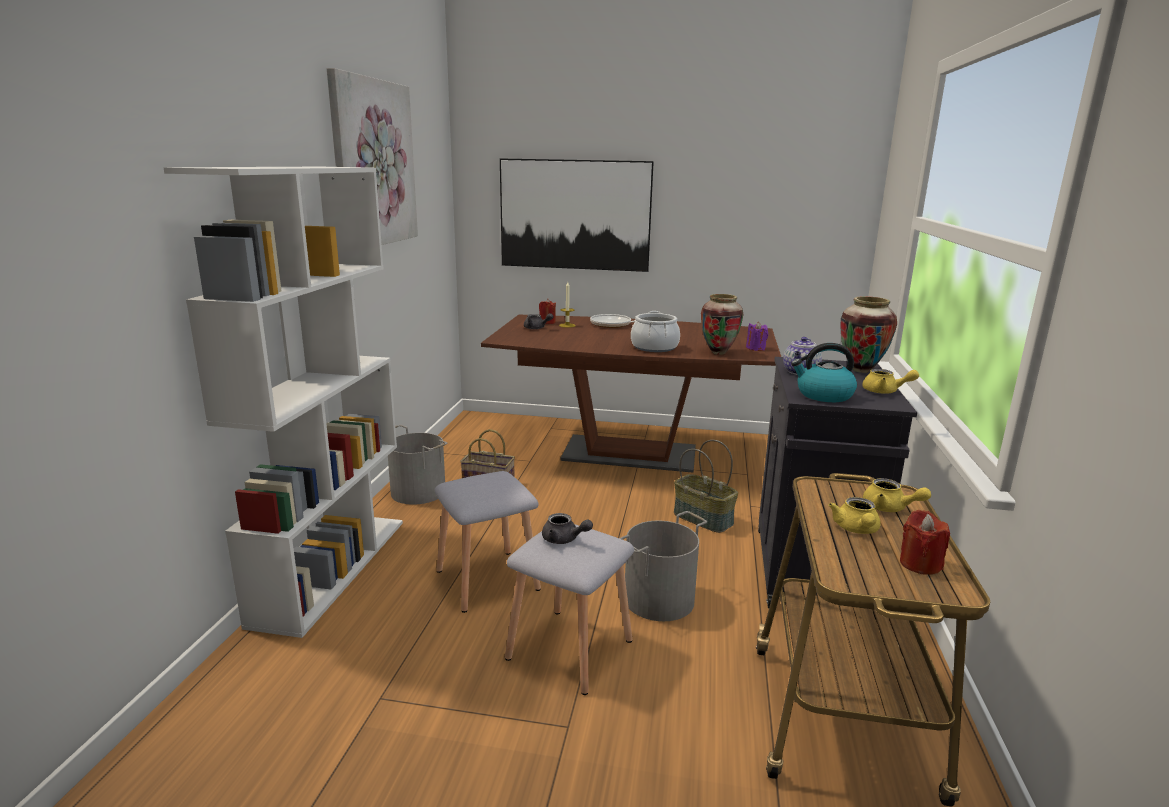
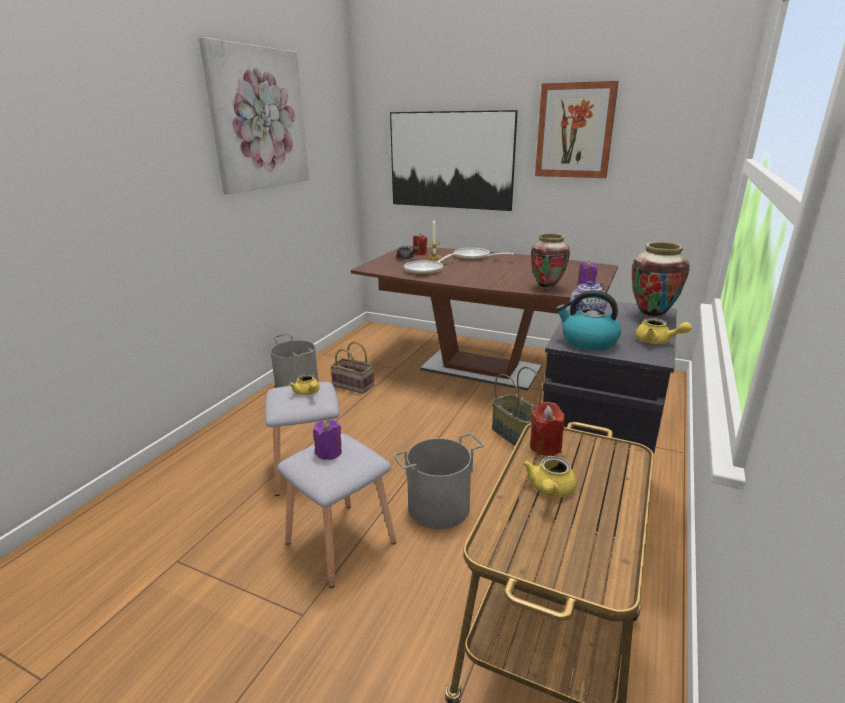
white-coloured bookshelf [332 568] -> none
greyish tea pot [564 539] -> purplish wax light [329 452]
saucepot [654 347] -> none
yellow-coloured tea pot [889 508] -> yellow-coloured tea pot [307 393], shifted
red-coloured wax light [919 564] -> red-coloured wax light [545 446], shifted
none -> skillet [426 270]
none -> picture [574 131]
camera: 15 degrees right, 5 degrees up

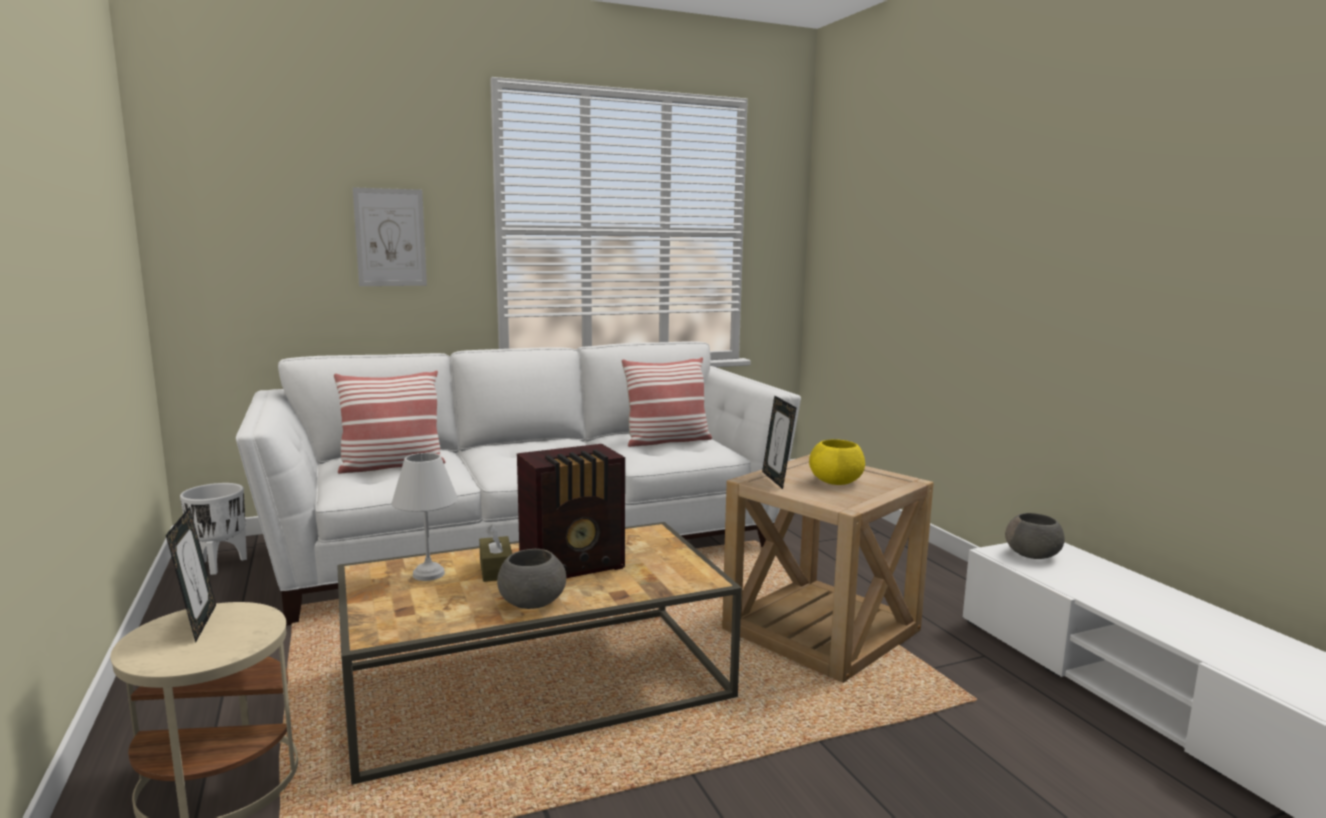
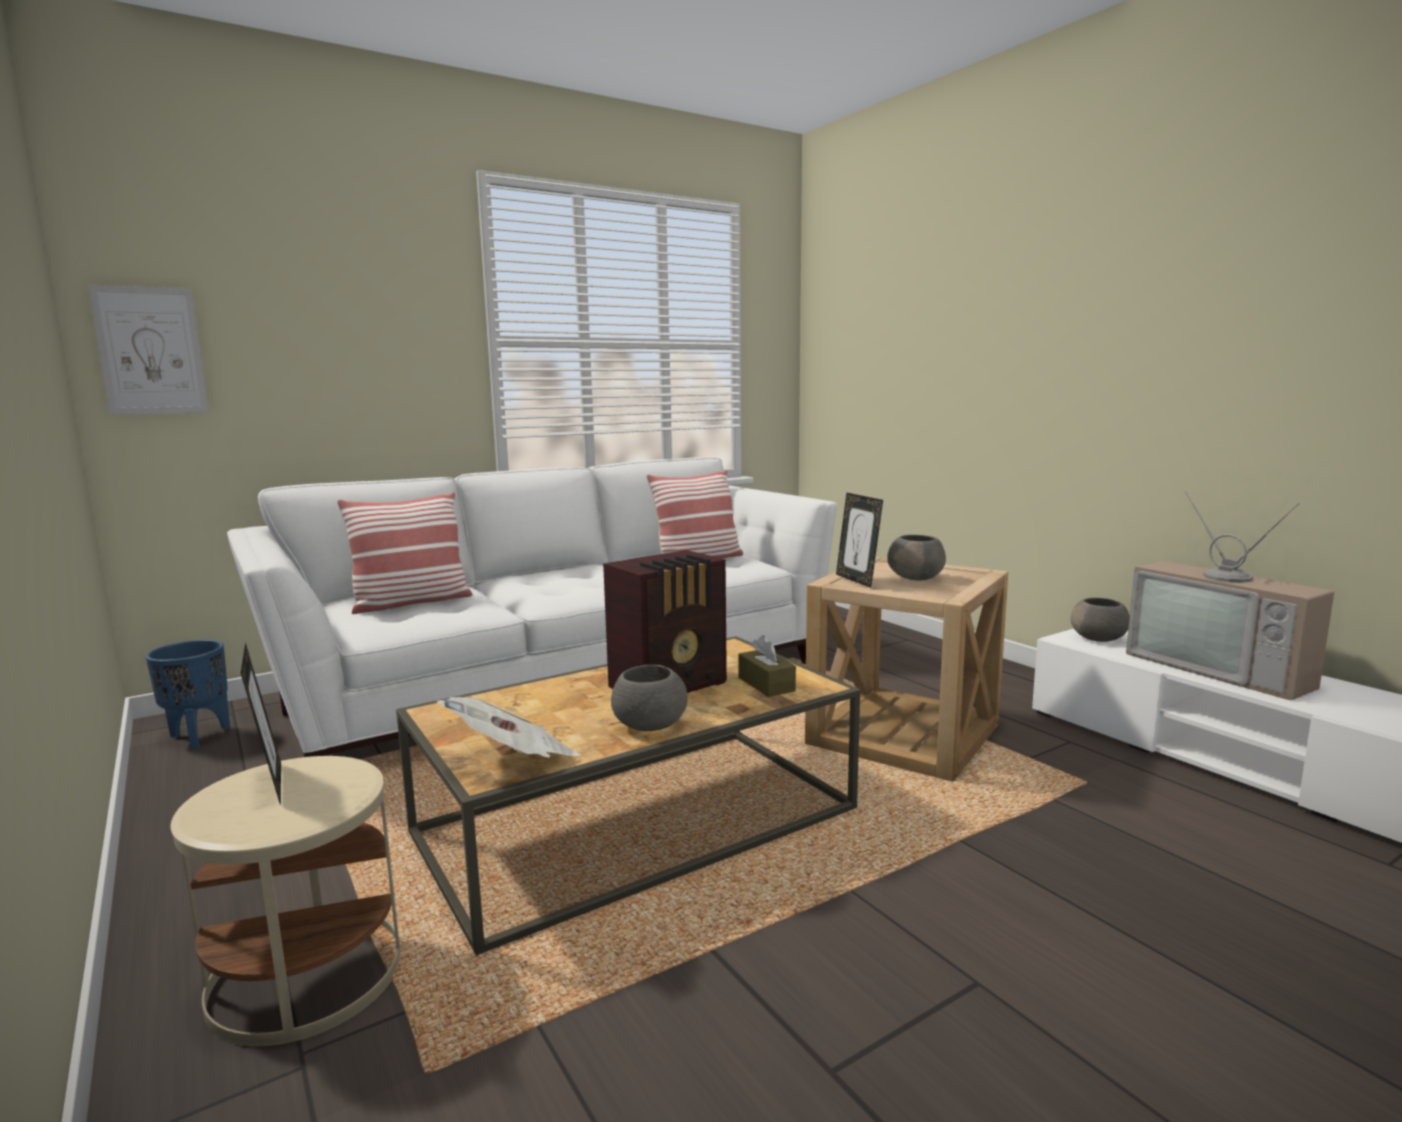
white-coloured planter [220 564] -> blue-coloured planter [198 736]
picture [390 237] -> picture [151 351], shifted
white-coloured table lamp [427 575] -> none
brownish tissue holder [496 569] -> brownish tissue holder [766 684], shifted
yellow-coloured deep dish [836 482] -> greyish deep dish [916 578]
none -> printed paper [513 760]
none -> TV [1223 669]
camera: 10 degrees left, 0 degrees up

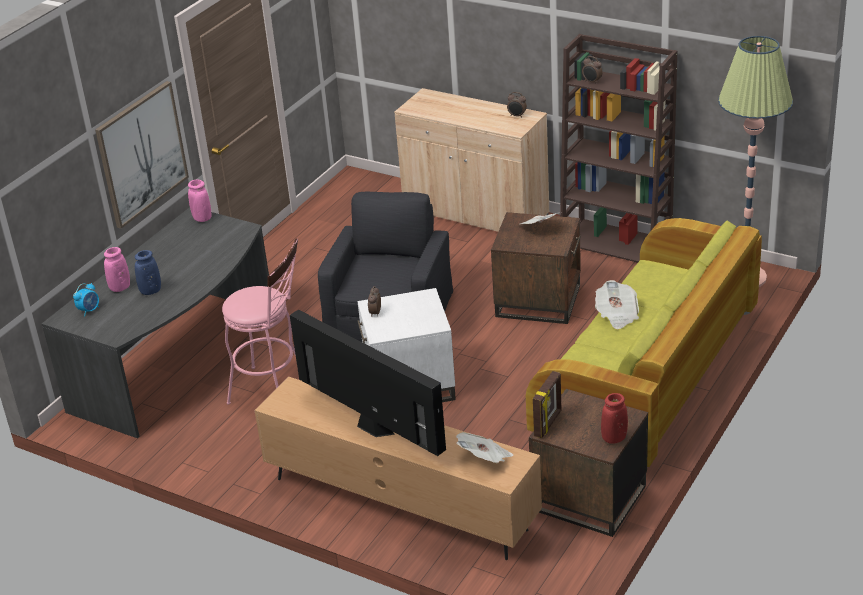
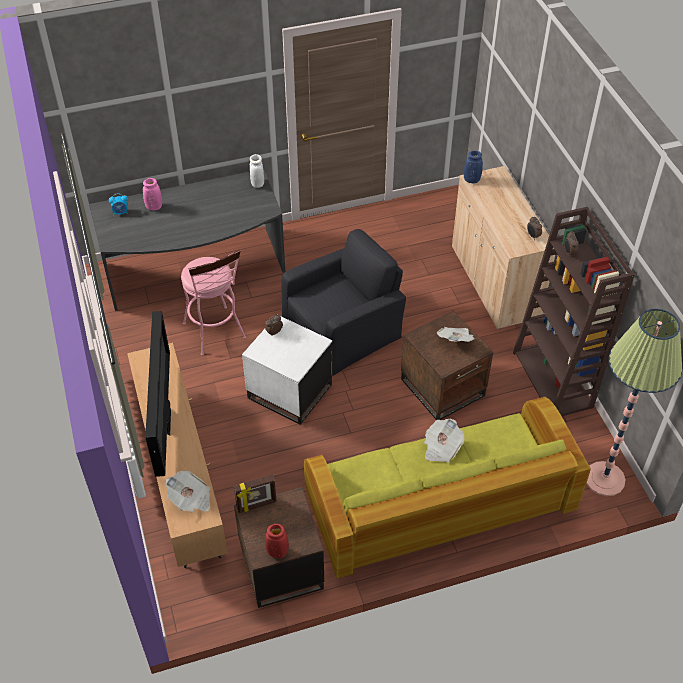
picture [141 153] -> none
blue-coloured vase [150 291] -> blue-coloured vase [471 180], shifted
pink-coloured vase [202 218] -> white-coloured vase [257 184]
camera: 40 degrees right, 15 degrees up

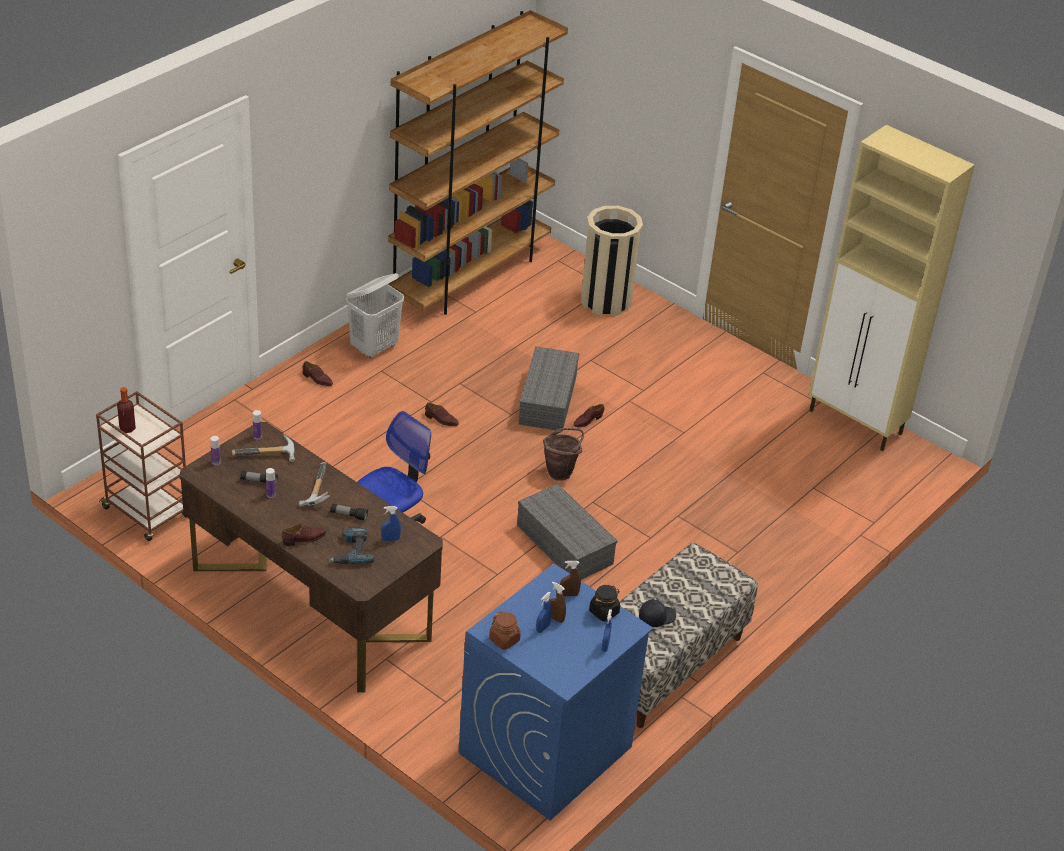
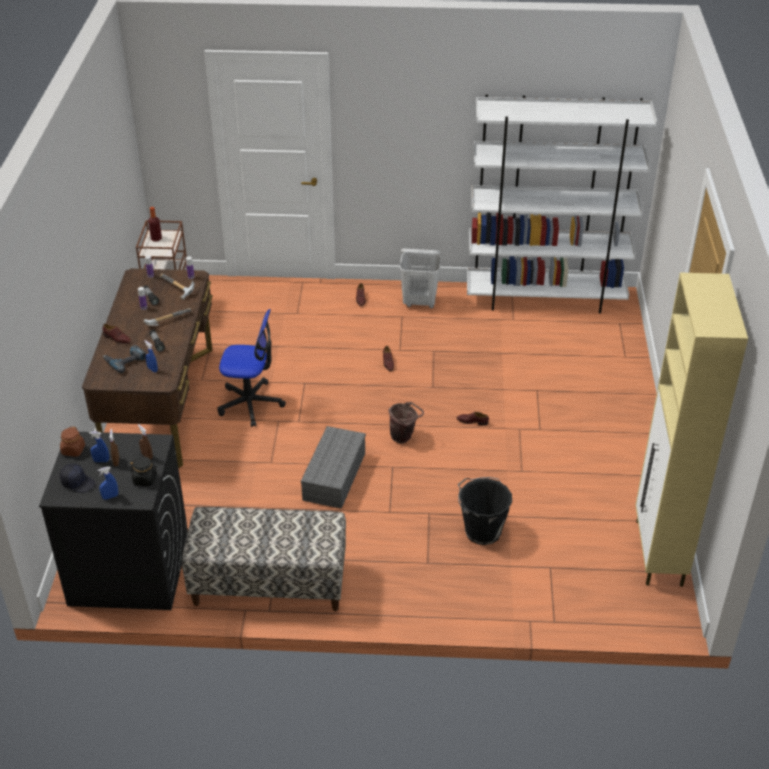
brownish bookshelf [470 276] -> white-coloured bookshelf [545 298]
blue-coloured laundry appliance [545 751] -> black laundry appliance [128 570]
greyish storage box [547 399] -> none
sand-coloured waste bin [606 301] -> none
black cap [656 617] -> black cap [78 483], shifted
none -> black water bucket [481 530]
camera: 55 degrees right, 0 degrees up

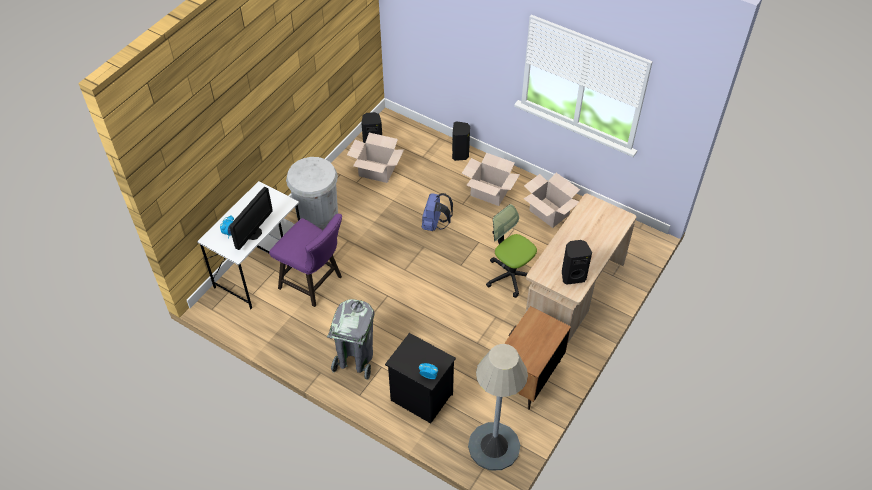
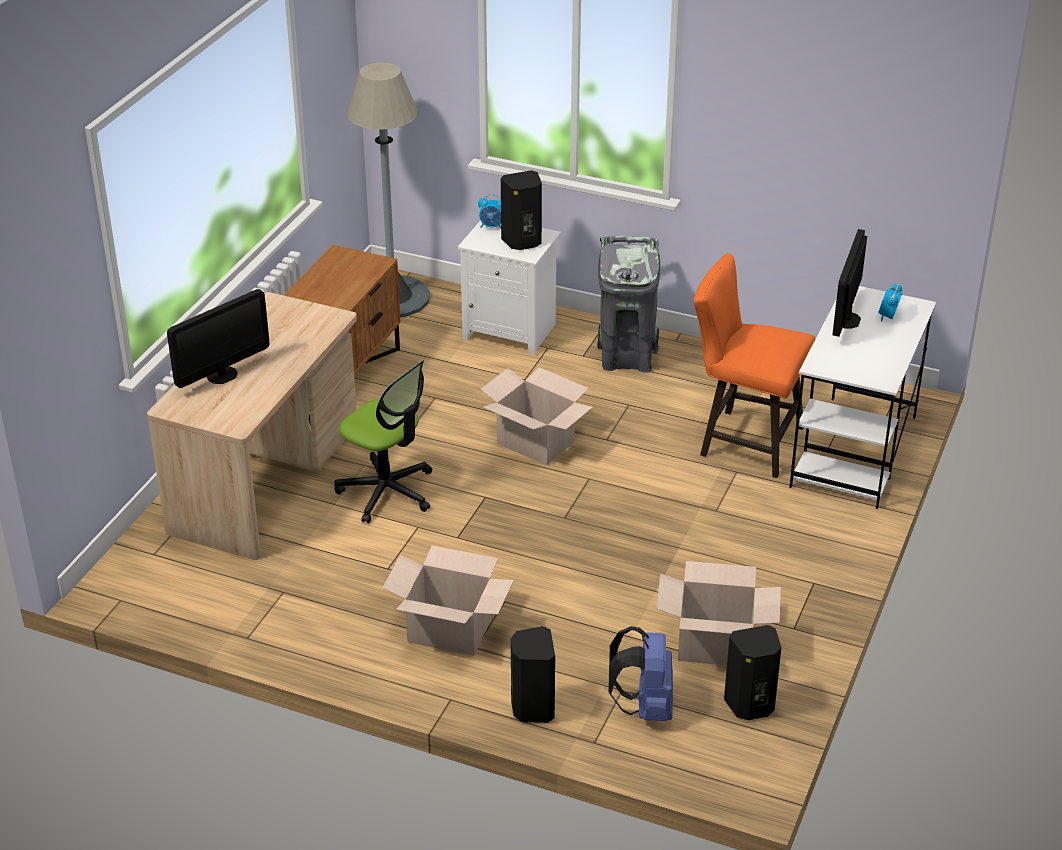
purplish stool [314 284] -> orange-coloured stool [743 440]
white-coloured waste bin [318 218] -> none
black bedside table [420 397] -> white-coloured bedside table [512 331]
blue-coloured backpack [435 224] -> blue-coloured backpack [644 707], shifted
carton [549 212] -> carton [535 443], shifted
black speaker [573 275] -> black speaker [522 242], shifted
none -> computer screen [222 375]
camera: 170 degrees right, 15 degrees down

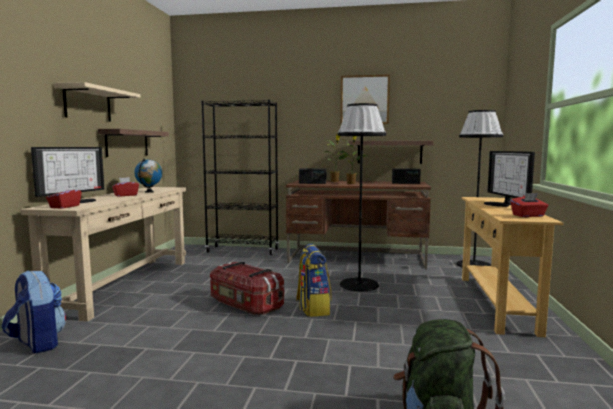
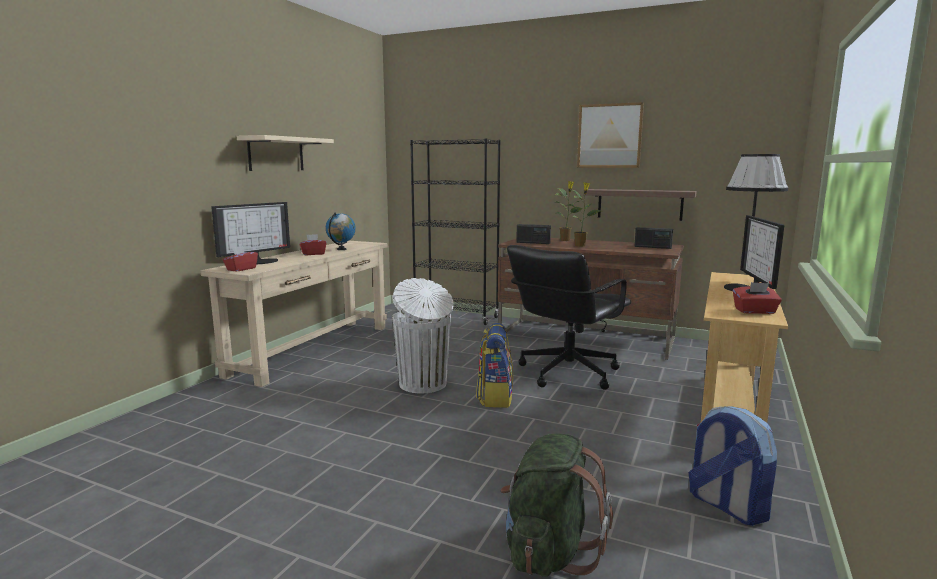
backpack [37 343] -> backpack [726 505], shifted
shelf [127 143] -> none
storage box [245 304] -> white-coloured waste bin [423 384]
black standing lamp [359 285] -> black office chair [567 373]
camera: 15 degrees right, 5 degrees up

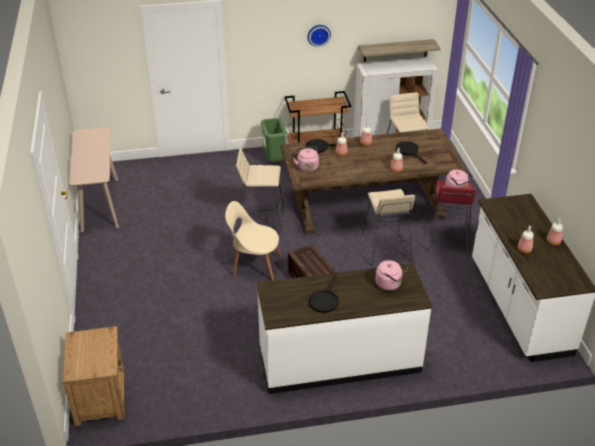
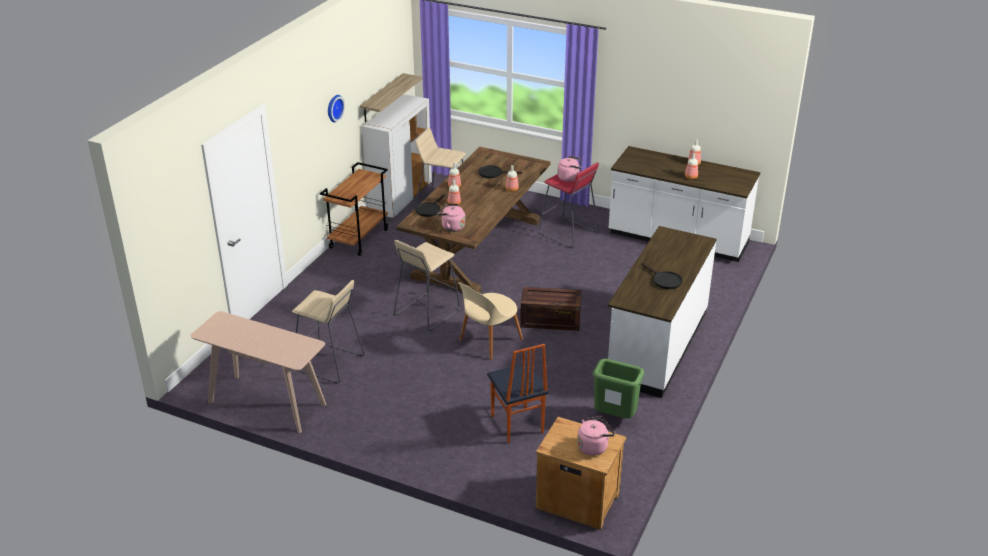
green-coloured waste bin [274 161] -> green-coloured waste bin [615 417], shifted
sand-coloured stool [385 250] -> sand-coloured stool [330 363], shifted
pink-coloured kettle [390 284] -> pink-coloured kettle [594 446], shifted
none -> chair [516 424]
camera: 55 degrees left, 5 degrees down

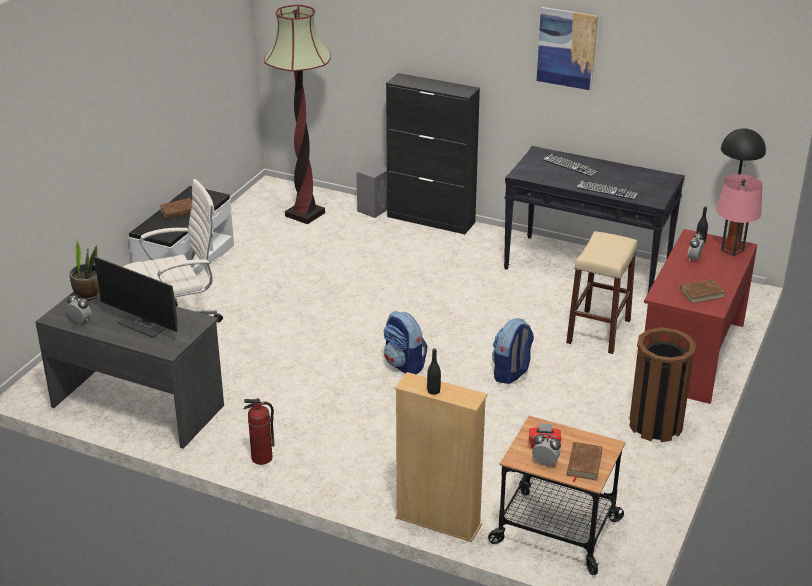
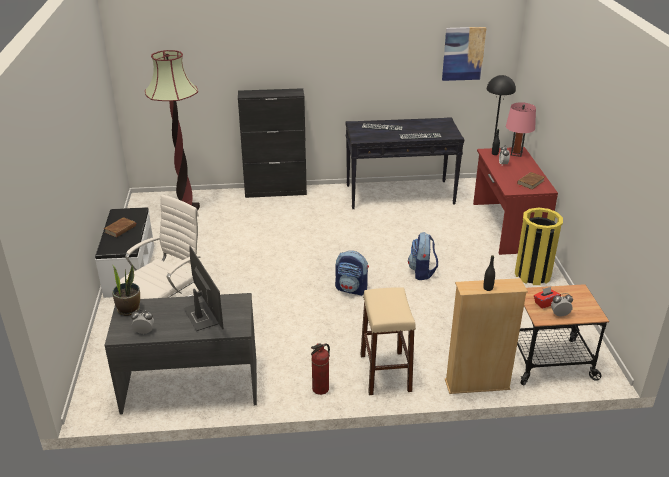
computer screen [147 324] -> computer screen [201 316], 120 degrees counterclockwise
greyish speaker [374 209] -> none
picture [567 48] -> picture [463 53], shifted
sand-coloured stool [598 331] -> sand-coloured stool [385 372], shifted
brownish volume [584 464] -> none
brownish waste bin [655 425] -> yellow-coloured waste bin [532 275]
camera: 30 degrees left, 0 degrees up

